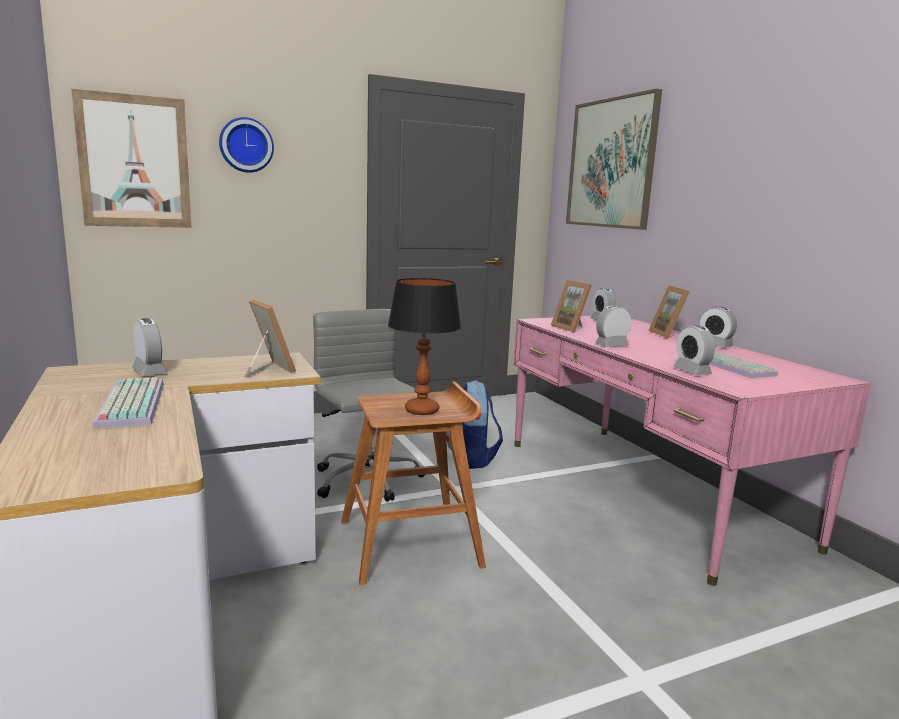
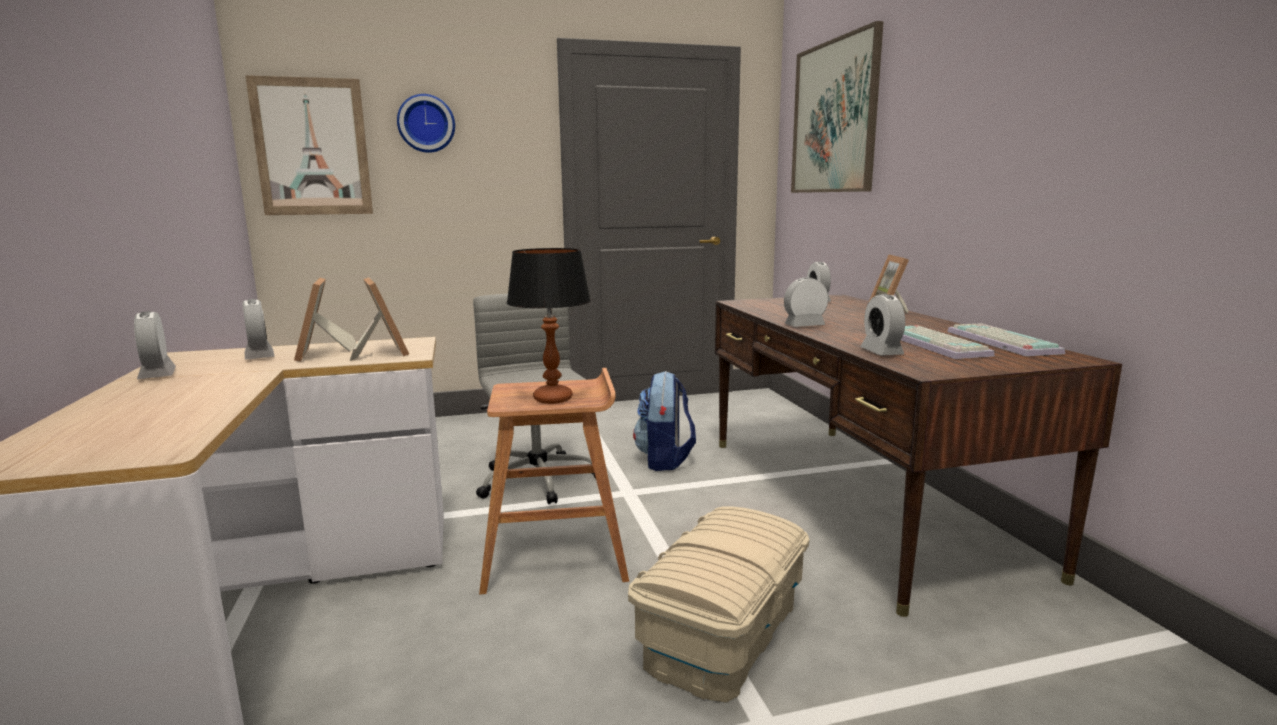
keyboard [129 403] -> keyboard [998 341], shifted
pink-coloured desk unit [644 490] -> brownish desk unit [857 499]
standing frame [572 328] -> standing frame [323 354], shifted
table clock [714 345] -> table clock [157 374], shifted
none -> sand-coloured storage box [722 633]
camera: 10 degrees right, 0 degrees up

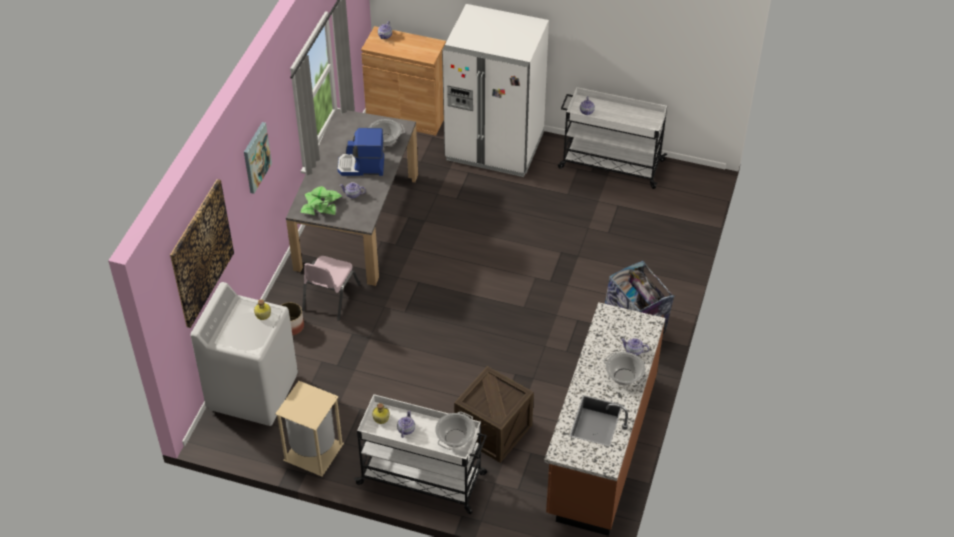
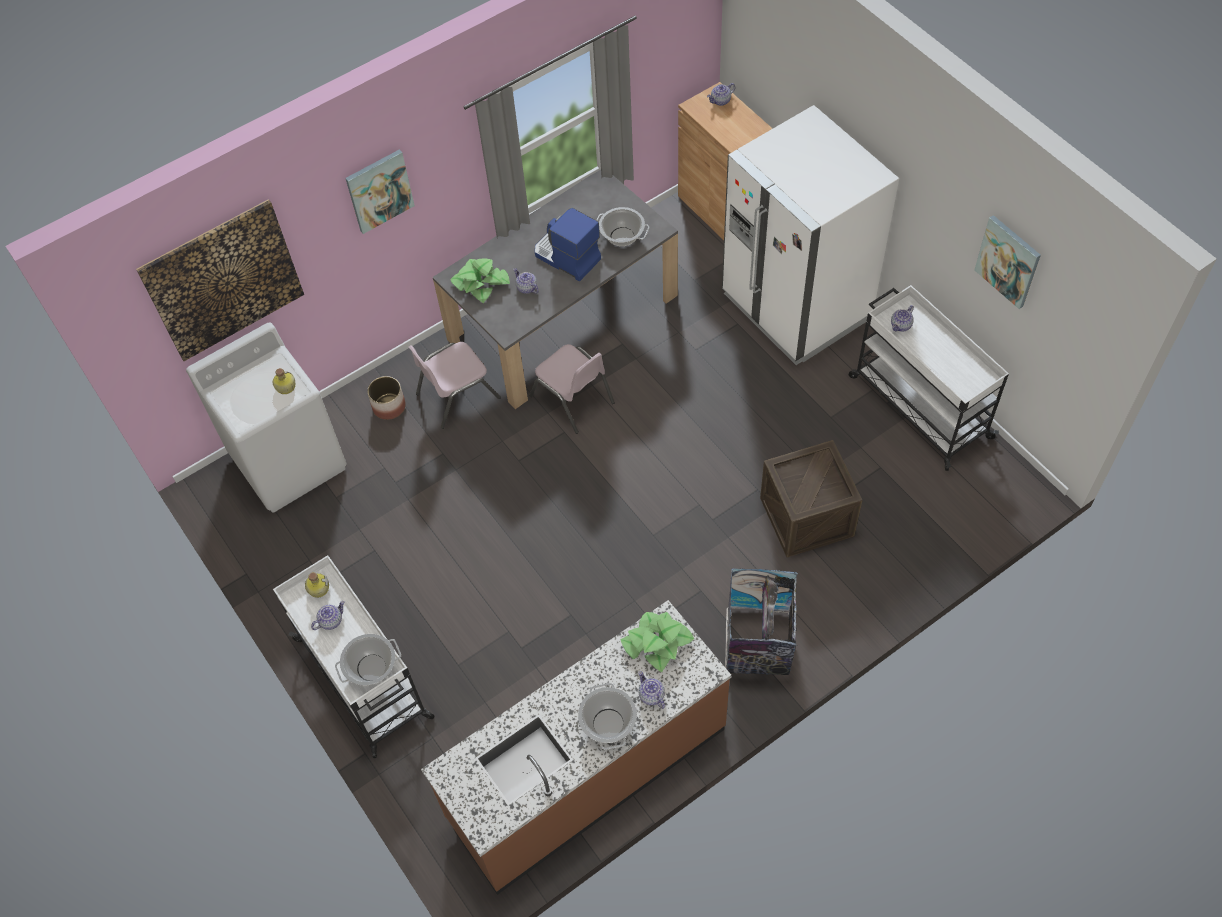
sand-coloured waste bin [312 452] -> none
crate [493 430] -> crate [806 517], shifted
none -> pink-coloured chair [572 399]
none -> houseplant [656 643]
none -> picture [1008 261]
camera: 40 degrees right, 10 degrees up

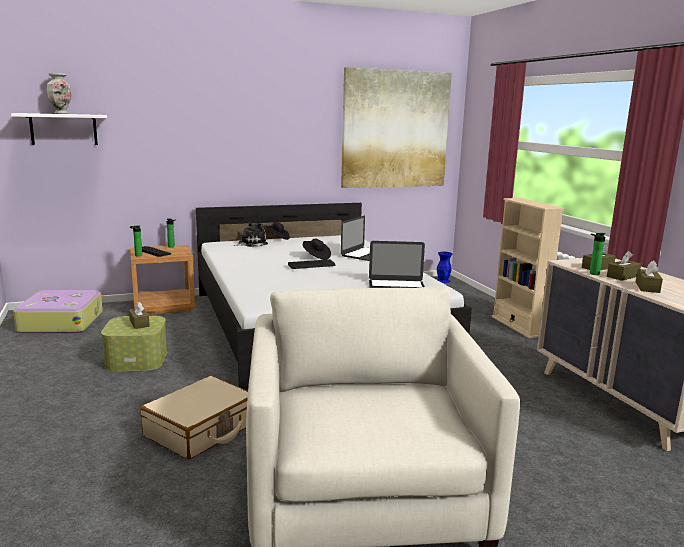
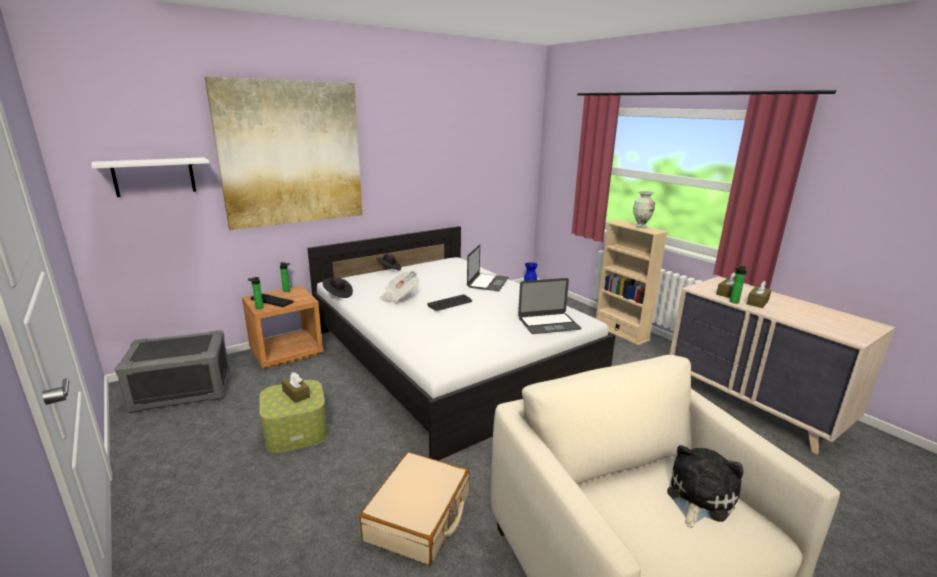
travel case [61 322] -> greyish storage box [181 391]
vase [61 113] -> vase [641 226], shifted
soft toy [251 243] -> soft toy [698 497], shifted
black hat [316 257] -> black hat [338 294], shifted
picture [395 129] -> picture [292 154], shifted
brownish tissue holder [647 287] -> none
none -> printed paper [399 297]
camera: 15 degrees left, 5 degrees up

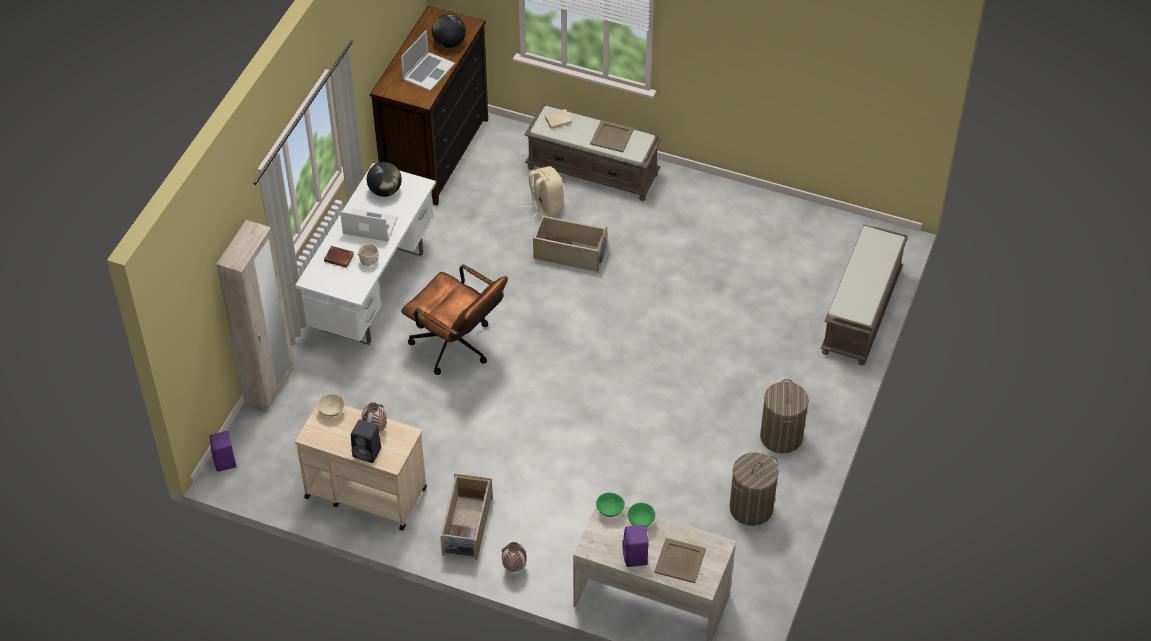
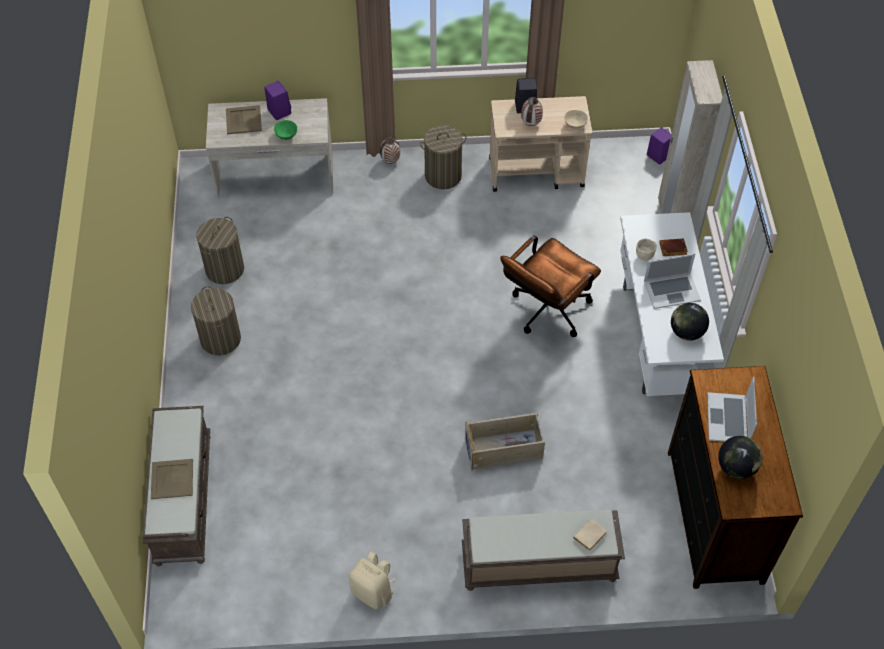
brownish office chair [458 348] -> brownish office chair [545 312], 60 degrees counterclockwise
sand-coloured storage box [467 527] -> laundry basket [443 176]
sand-coloured backpack [545 206] -> sand-coloured backpack [373 591], shifted
sand-coloured carrying tray [612 136] -> sand-coloured carrying tray [171 479], shifted
green-coloured deep dish [609 511] -> none
camera: 155 degrees right, 5 degrees up

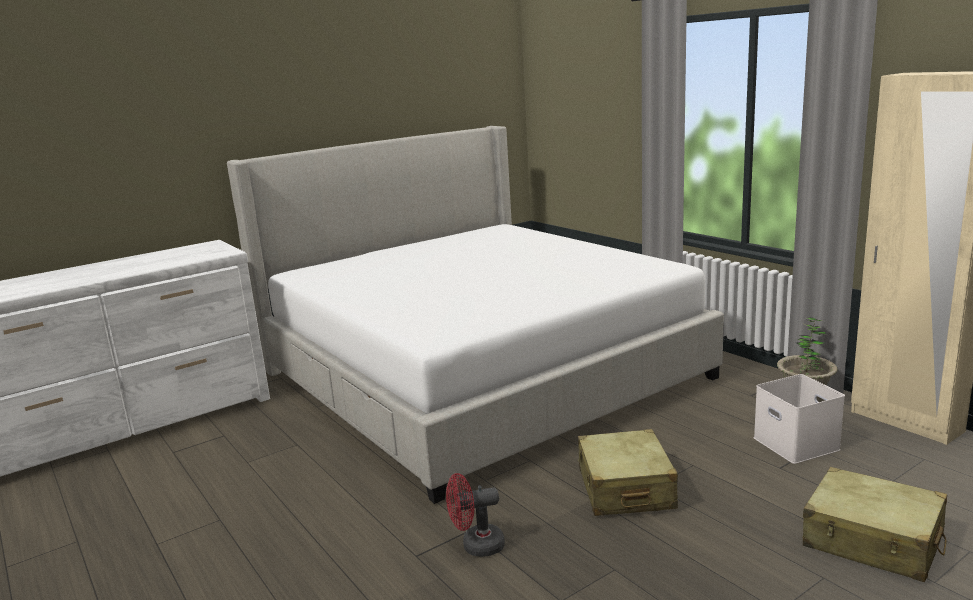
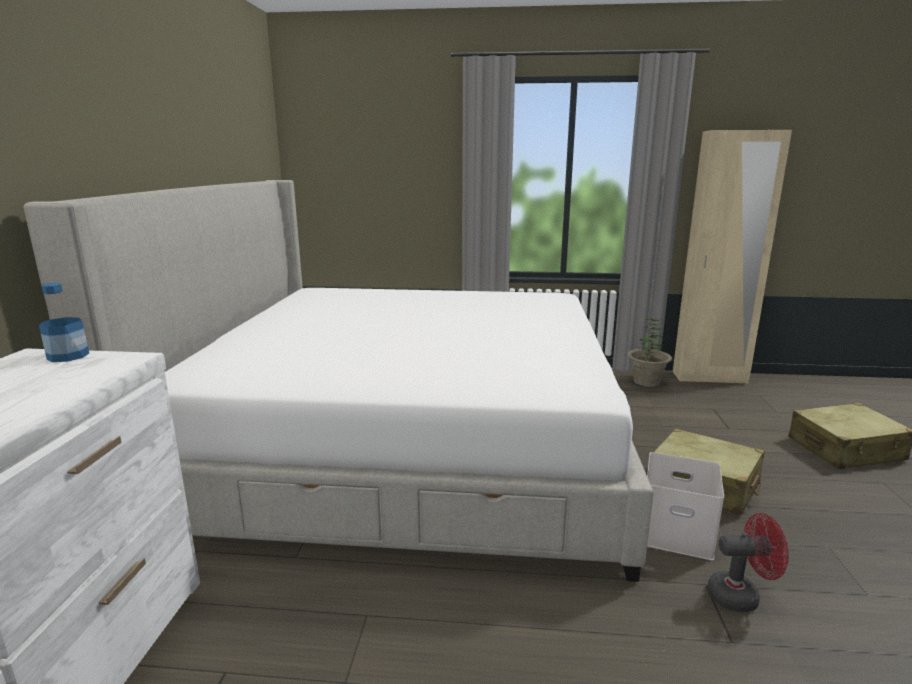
red-coloured fan [476 546] -> red-coloured fan [740 595], 120 degrees counterclockwise
white-coloured storage box [798 444] -> white-coloured storage box [677 531], shifted
none -> beverage bottle [68 356]
camera: 50 degrees left, 0 degrees up

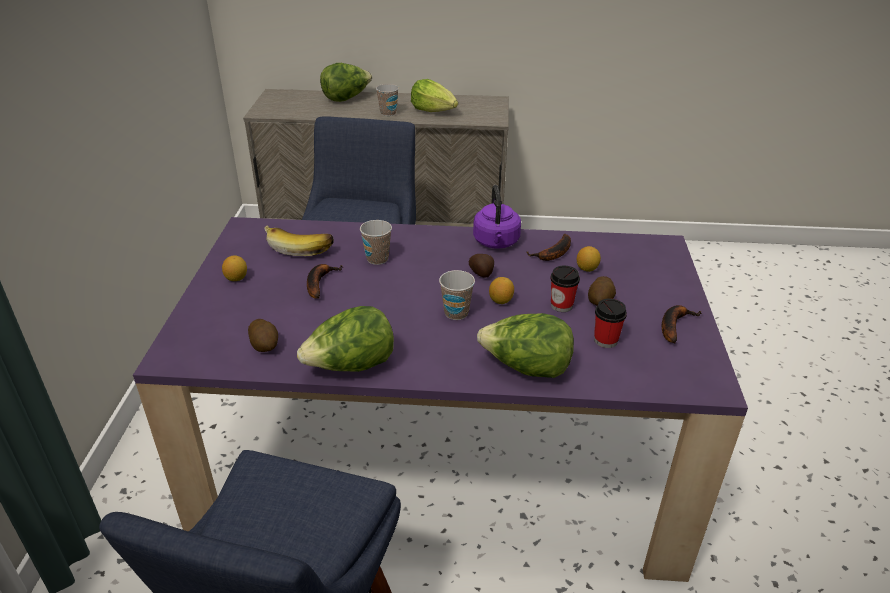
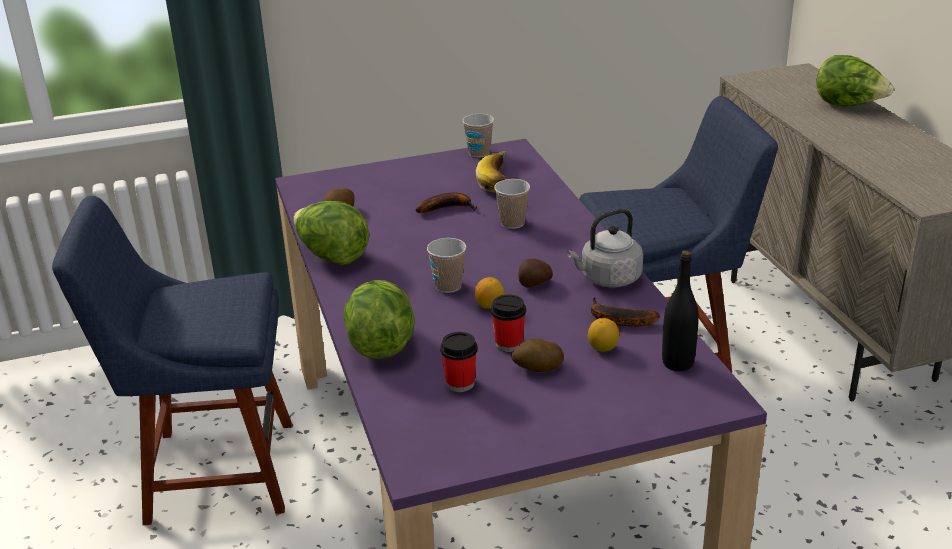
lemon [236 278] -> none
drinking cup [388 113] -> drinking cup [479 153], shifted
lettuce [434 111] -> none
purplish kettle [496 242] -> greyish kettle [608 279]
whole banana [674 325] -> none
none -> black beverage bottle [677 363]
camera: 70 degrees right, 5 degrees down

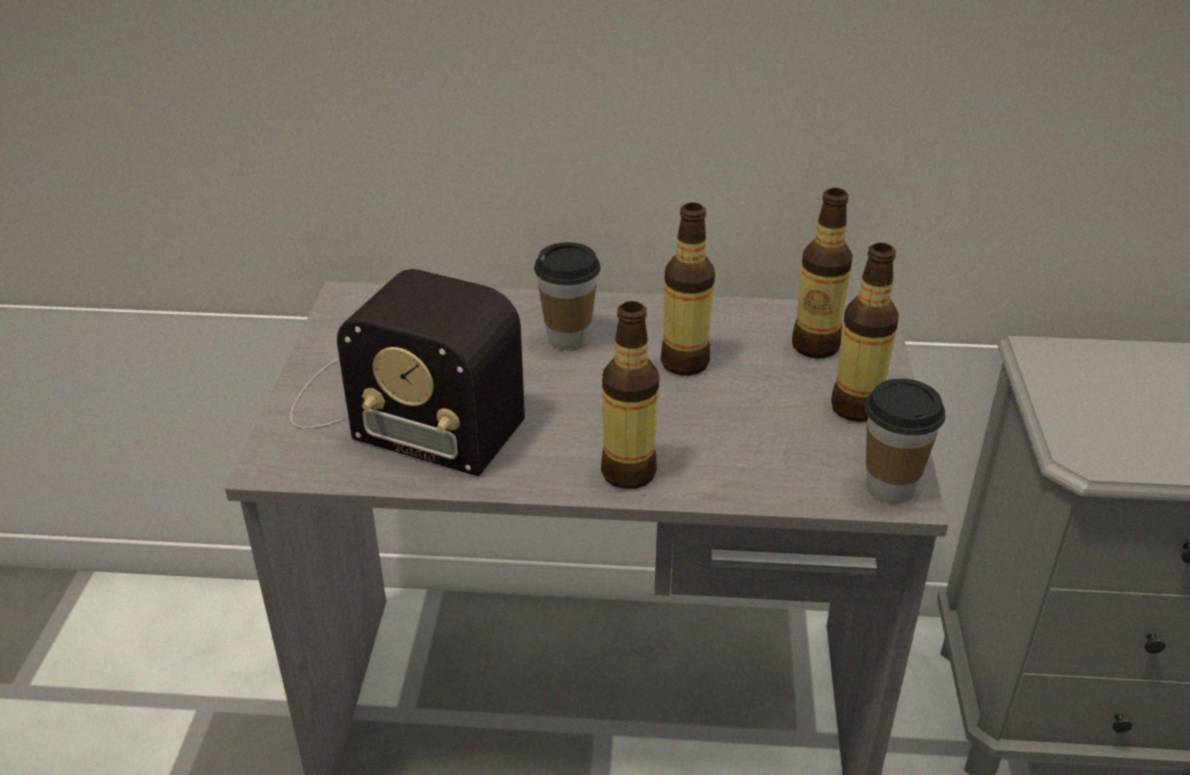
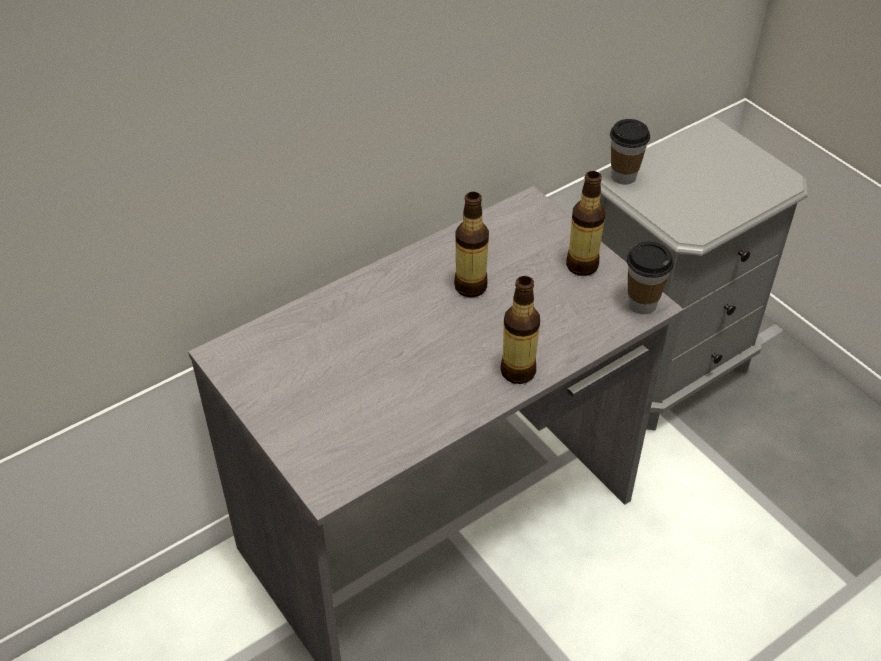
radio [399 409] -> none
drinking cup [568 339] -> drinking cup [623 176], shifted
beverage bottle [815 346] -> none
camera: 40 degrees left, 10 degrees up

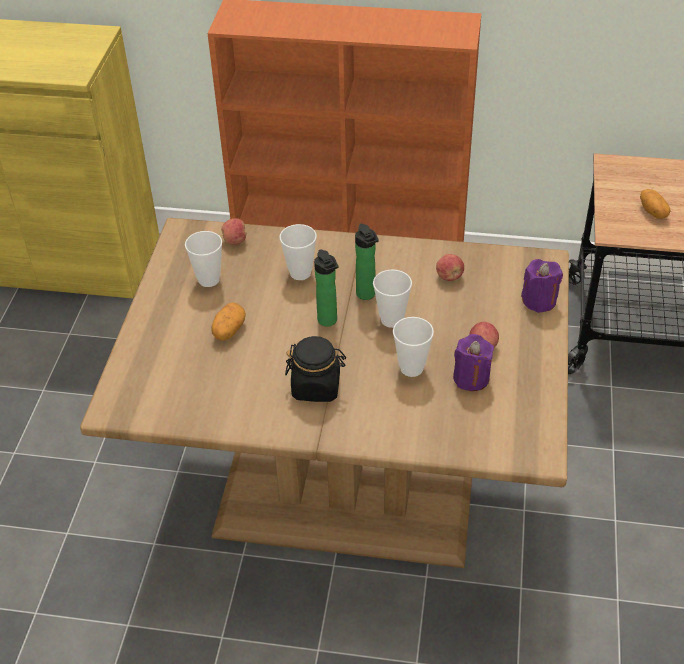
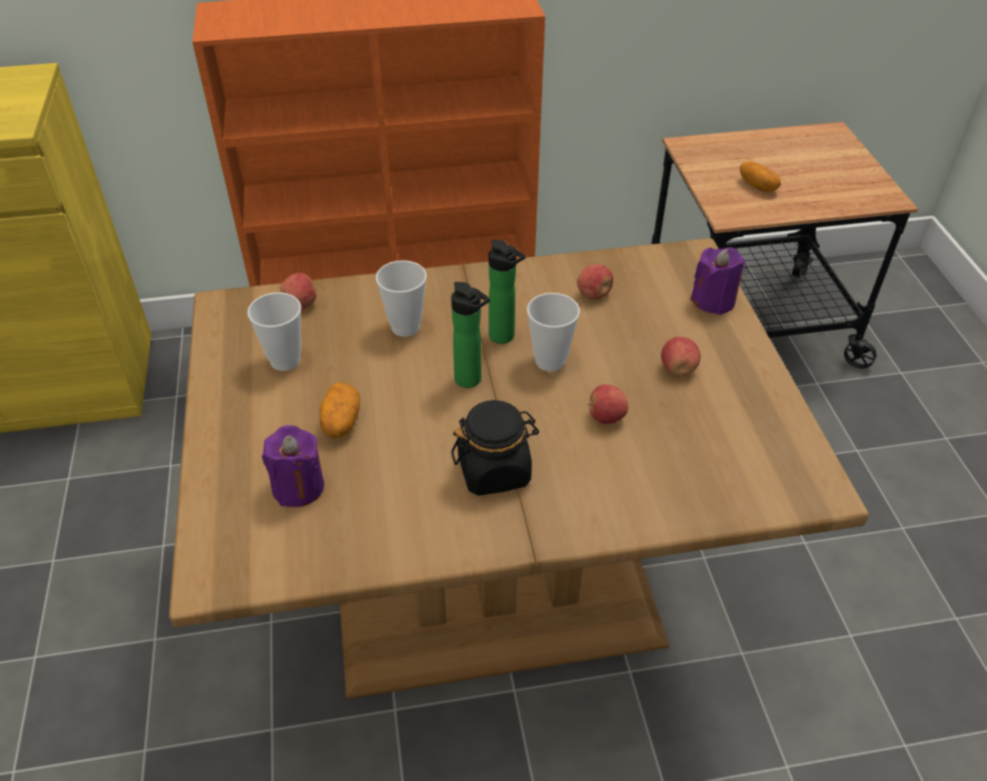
drinking cup [411 368] -> apple fruit [606 417]
purplish wax light [471 378] -> purplish wax light [298 487], shifted
camera: 20 degrees left, 0 degrees up

